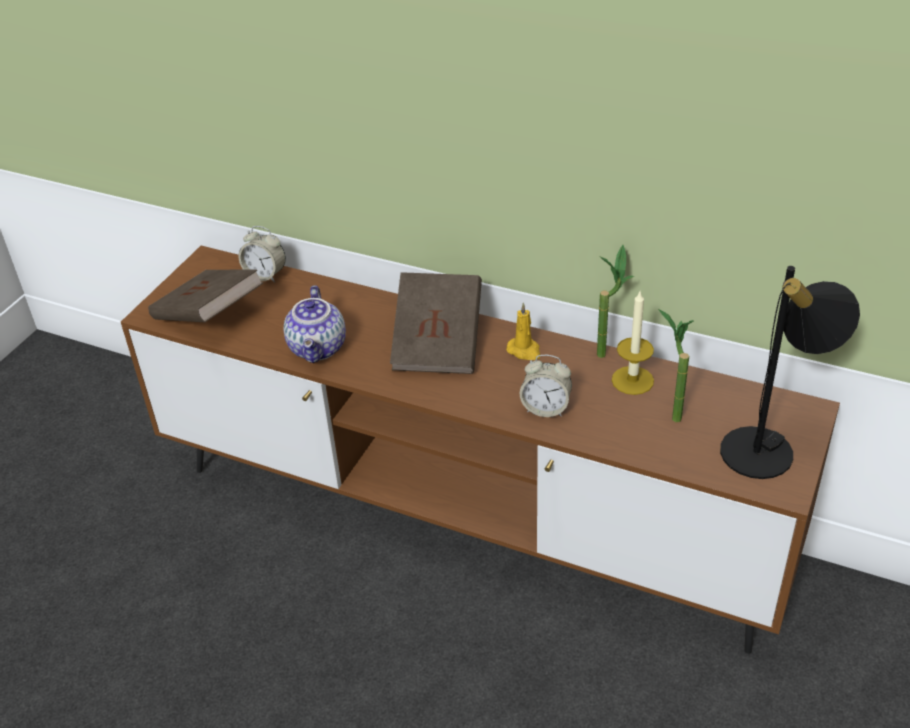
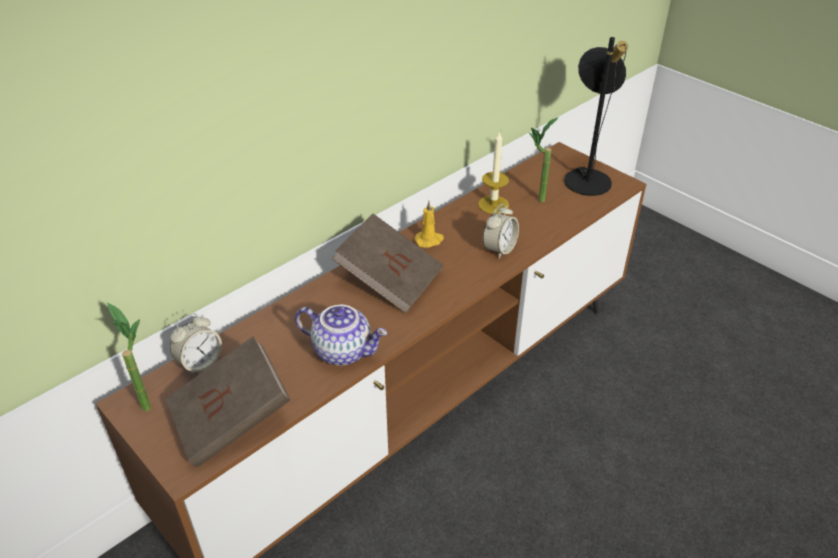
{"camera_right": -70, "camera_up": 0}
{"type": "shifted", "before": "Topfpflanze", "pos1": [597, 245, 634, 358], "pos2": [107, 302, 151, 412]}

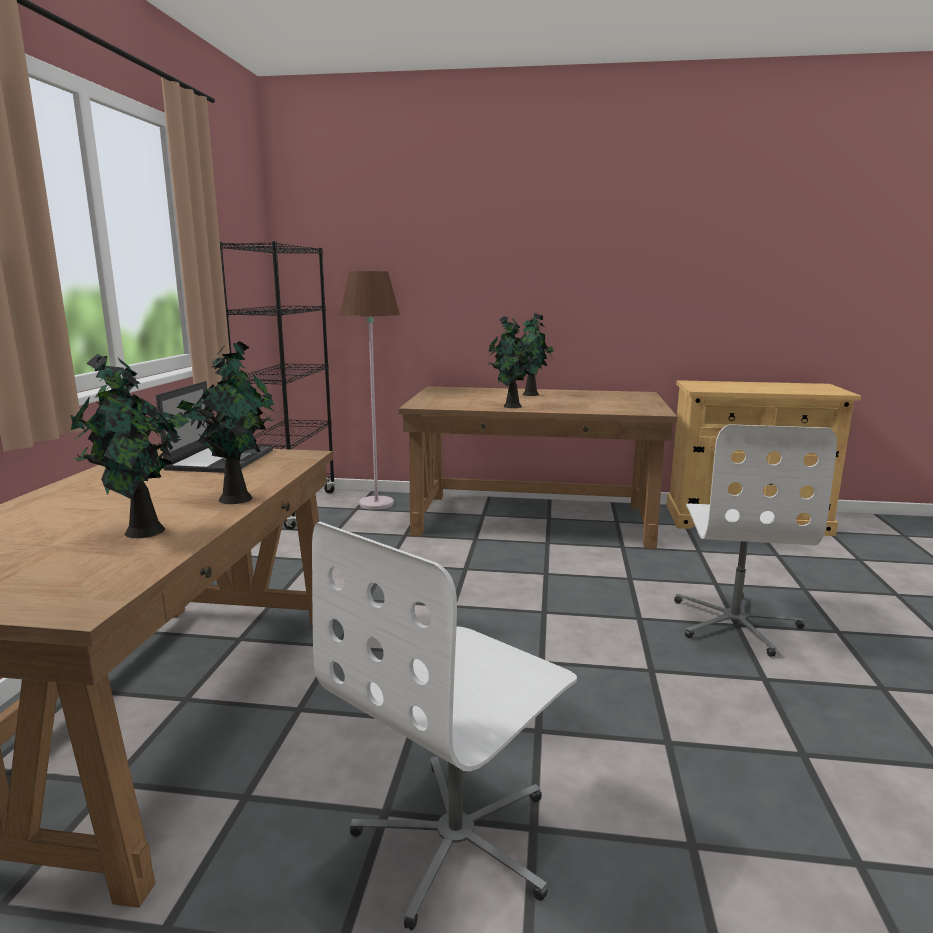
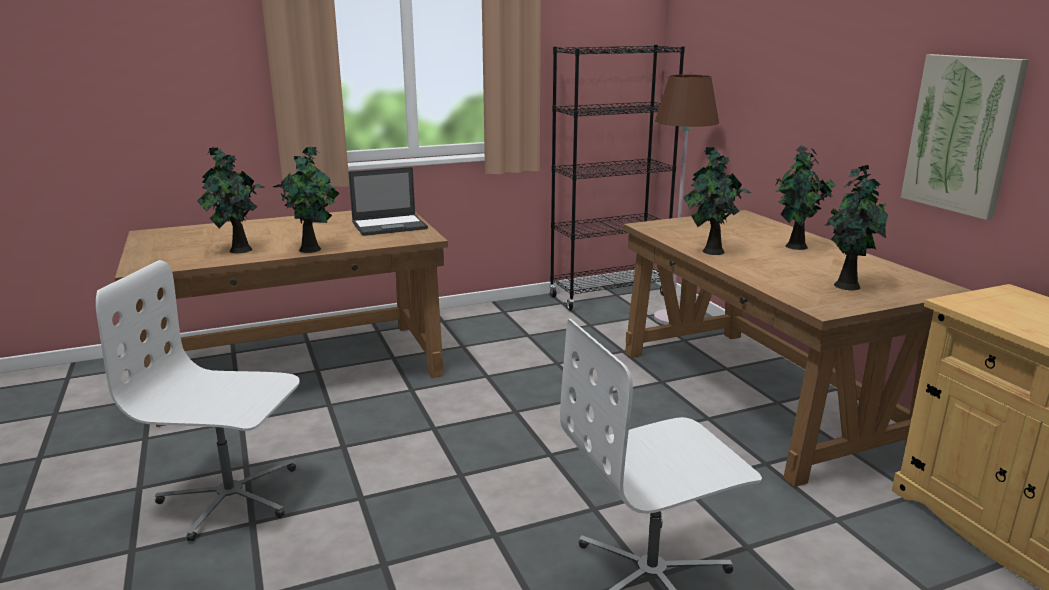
{"camera_right": 60, "camera_up": 5}
{"type": "new", "after": "Bild", "pos2": [901, 54, 1029, 220]}
{"type": "new", "after": "Topfpflanze", "pos2": [824, 165, 888, 290]}

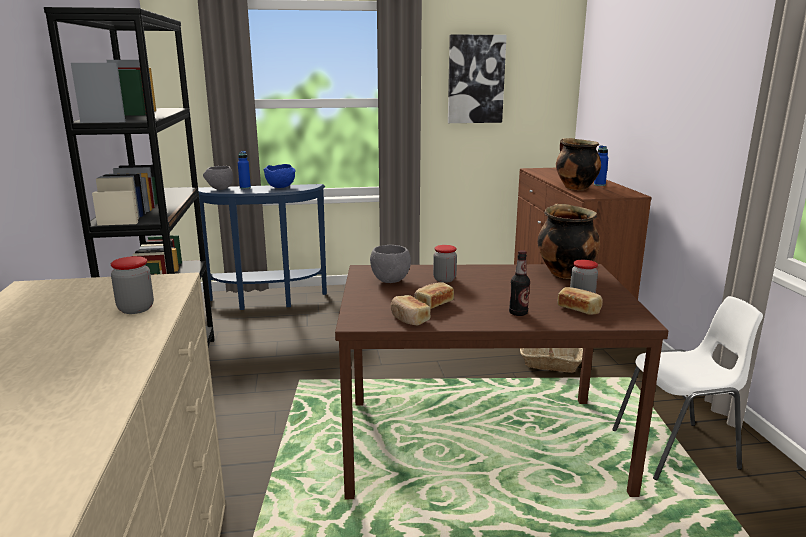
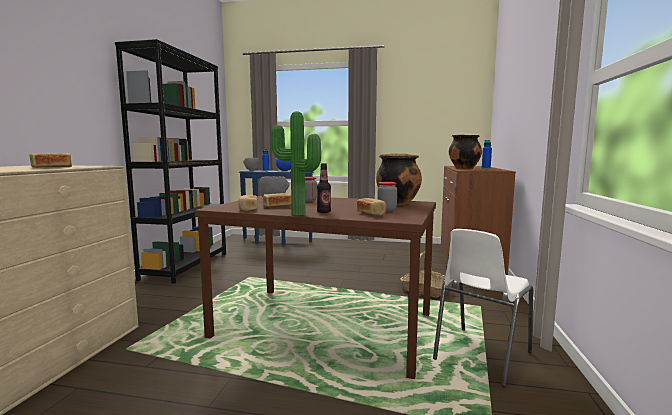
{"camera_right": 20, "camera_up": -10}
{"type": "gone", "before": "Bild", "pos1": [448, 34, 507, 123]}
{"type": "swapped", "before": "Vorratsglas", "after": "Brot", "pos1": [111, 256, 154, 314], "pos2": [29, 153, 72, 168]}
{"type": "rotated", "before": "Stuhl/weiß", "pos1": [612, 296, 763, 480], "pos2": [433, 229, 533, 387], "turn": 120}
{"type": "new", "after": "Topfpflanze", "pos2": [272, 111, 321, 215]}

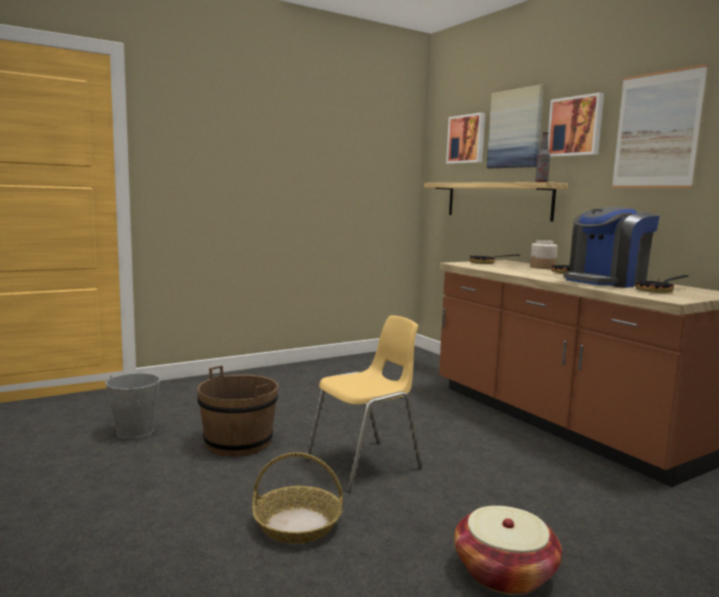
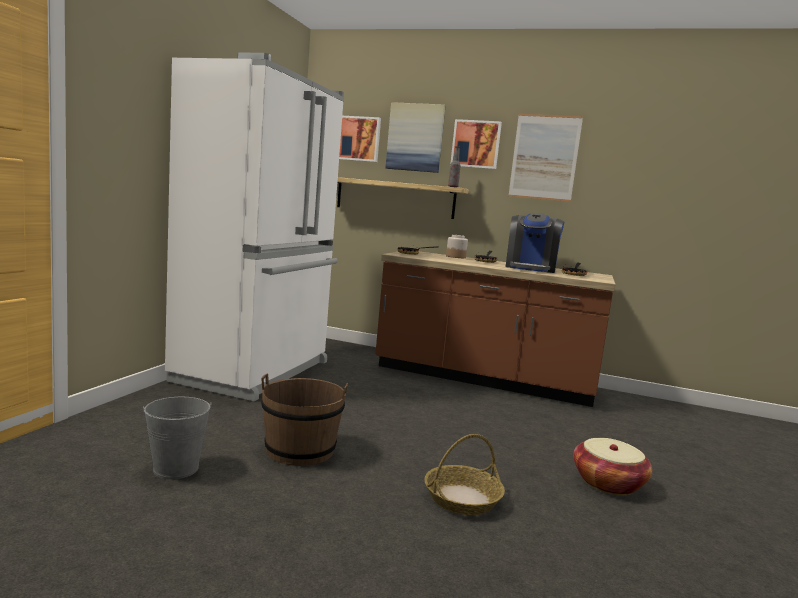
{"camera_right": -40, "camera_up": 0}
{"type": "gone", "before": "Stuhl/gelb", "pos1": [305, 316, 422, 493]}
{"type": "new", "after": "Kühlschrank/weiß", "pos2": [165, 52, 344, 401]}

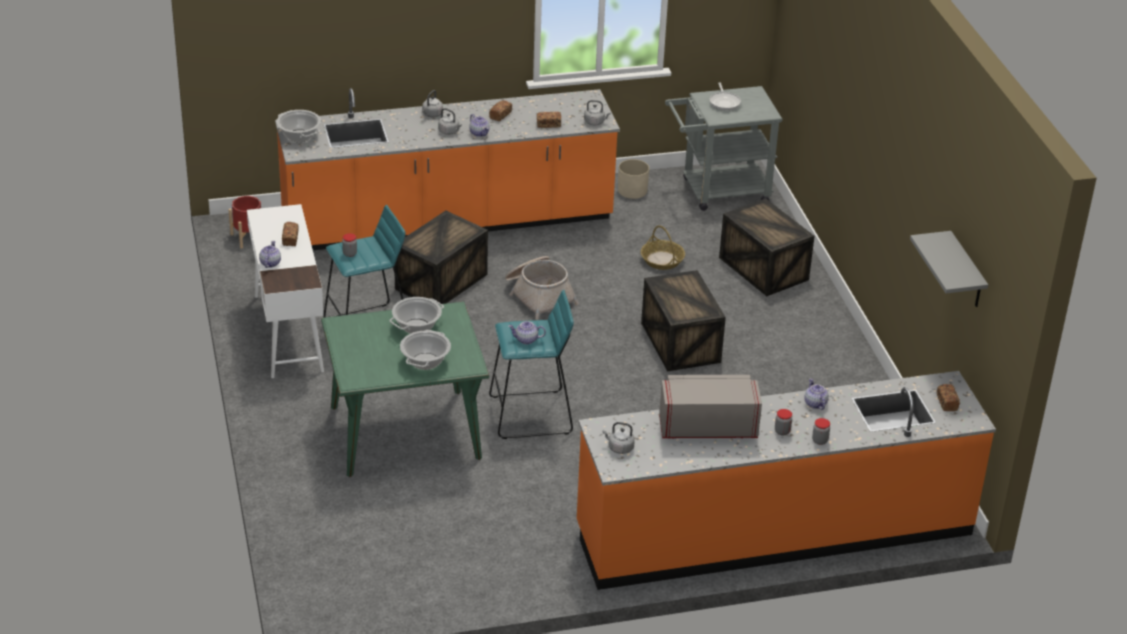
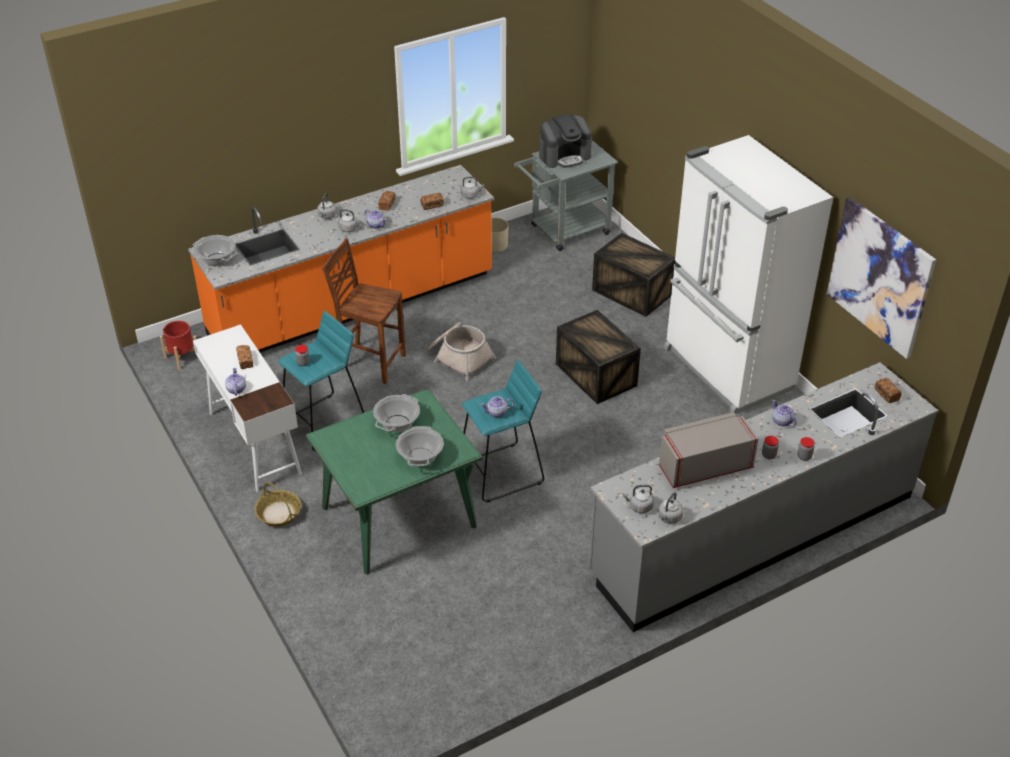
{"camera_right": -15, "camera_up": 5}
{"type": "swapped", "before": "Pfanne", "after": "Kaffeemaschine", "pos1": [709, 83, 741, 111], "pos2": [539, 115, 592, 168]}
{"type": "swapped", "before": "Kiste", "after": "Stuhl/braun", "pos1": [395, 211, 488, 304], "pos2": [322, 238, 406, 384]}
{"type": "shifted", "before": "Korb", "pos1": [641, 225, 685, 270], "pos2": [255, 482, 301, 526]}
{"type": "swapped", "before": "Wandregal/grau", "after": "Bild", "pos1": [910, 231, 988, 307], "pos2": [827, 197, 936, 359]}
{"type": "repainted", "before": "Küchenzeile/orange", "after": "Küchenzeile/grau", "pos1": [577, 371, 996, 590], "pos2": [590, 362, 938, 632]}
{"type": "new", "after": "Kühlschrank/weiß", "pos2": [664, 135, 833, 414]}
{"type": "new", "after": "Wasserkessel/grau", "pos2": [658, 492, 683, 524]}

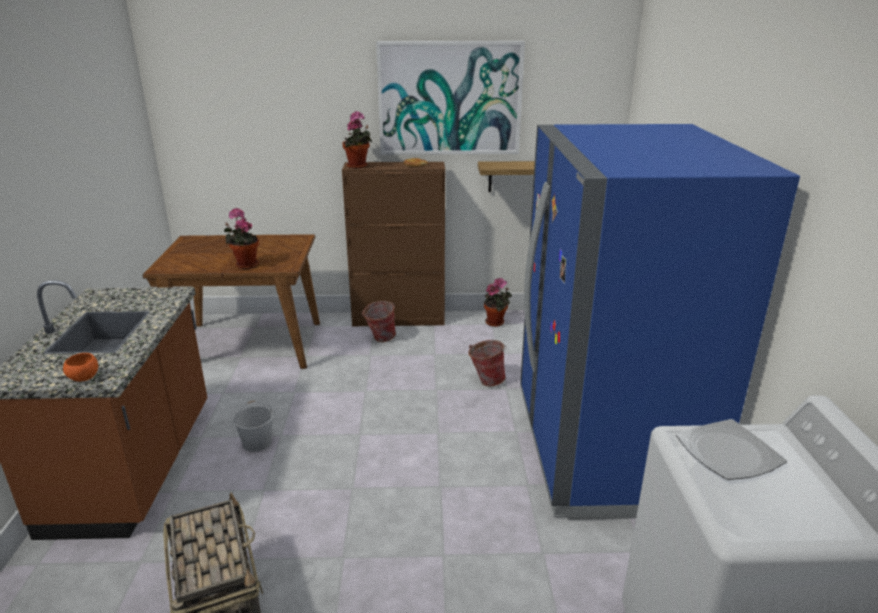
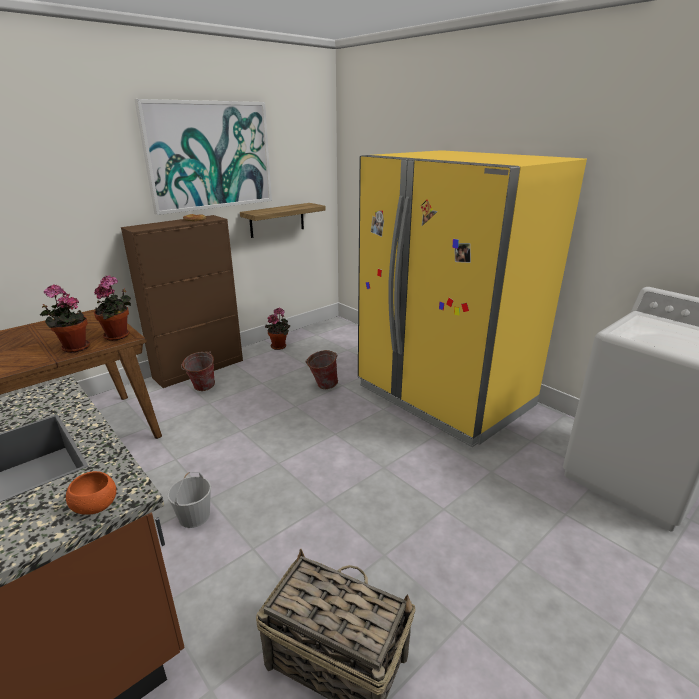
{"camera_right": -40, "camera_up": 0}
{"type": "shifted", "before": "Topfpflanze", "pos1": [343, 111, 372, 169], "pos2": [94, 275, 131, 341]}
{"type": "repainted", "before": "Kühlschrank/blau", "after": "Kühlschrank/gelb", "pos1": [520, 124, 800, 520], "pos2": [358, 150, 587, 447]}
{"type": "gone", "before": "Teller", "pos1": [676, 419, 787, 480]}

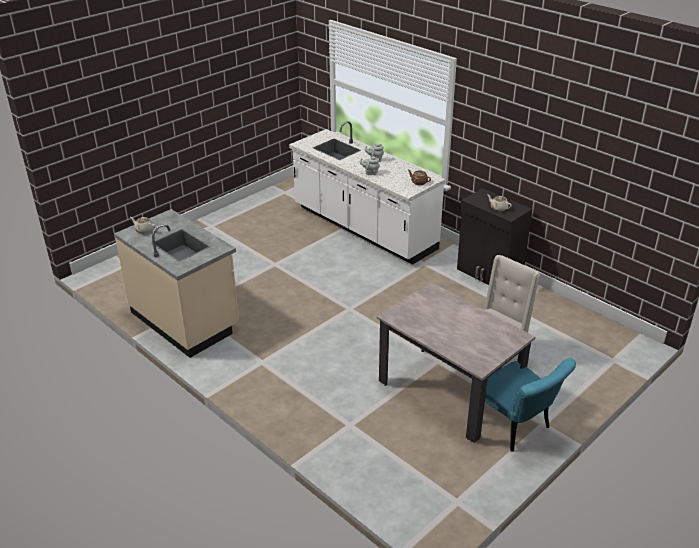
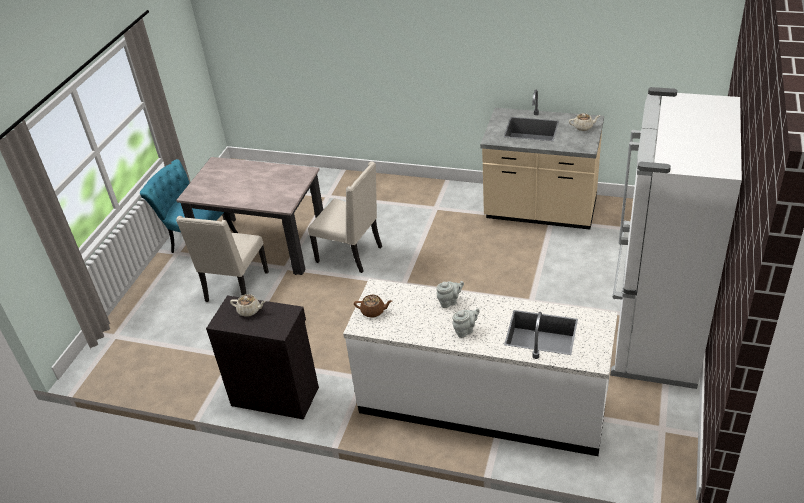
{"camera_right": 155, "camera_up": 5}
{"type": "new", "after": "Kühlschrank/weiß", "pos2": [610, 87, 742, 389]}
{"type": "new", "after": "Stuhl/beige", "pos2": [308, 161, 382, 273]}

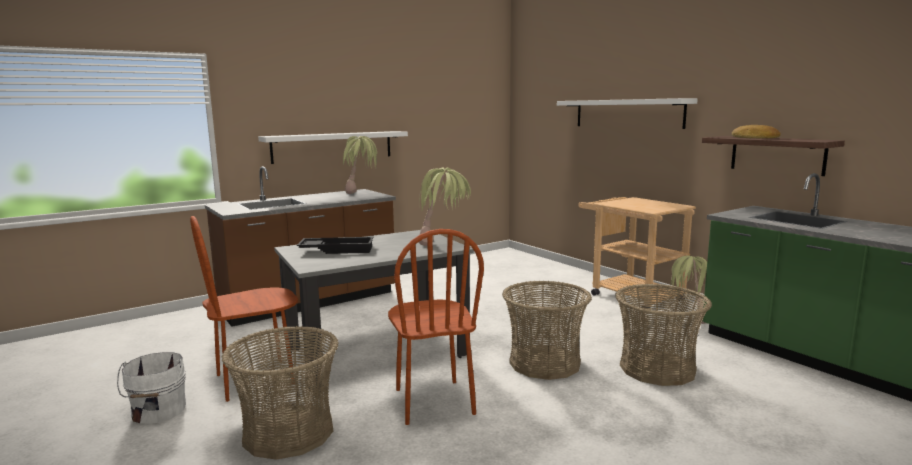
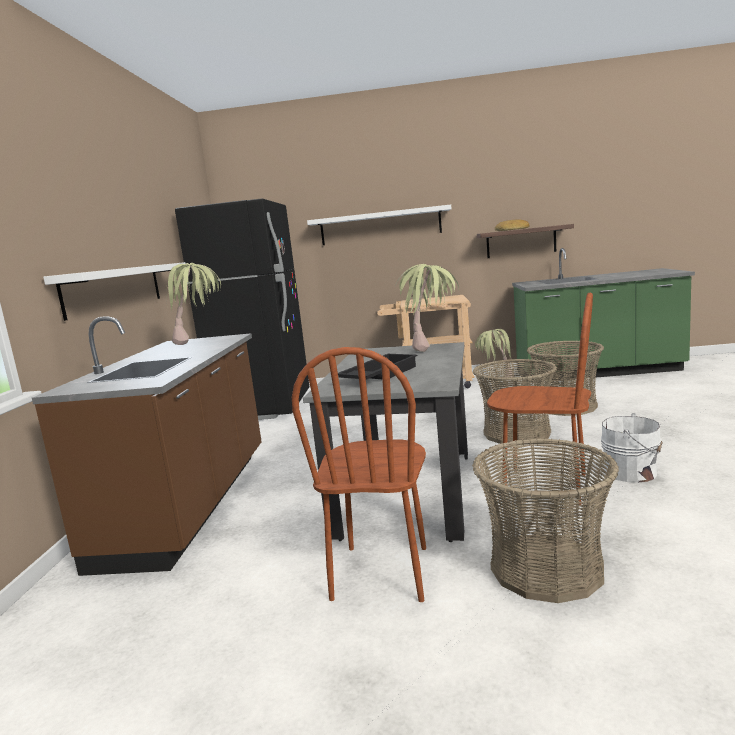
{"camera_right": -50, "camera_up": 0}
{"type": "shifted", "before": "Eimer/weiß", "pos1": [117, 352, 186, 424], "pos2": [601, 413, 663, 482]}
{"type": "new", "after": "Kühlschrank/schwarz", "pos2": [175, 198, 309, 420]}

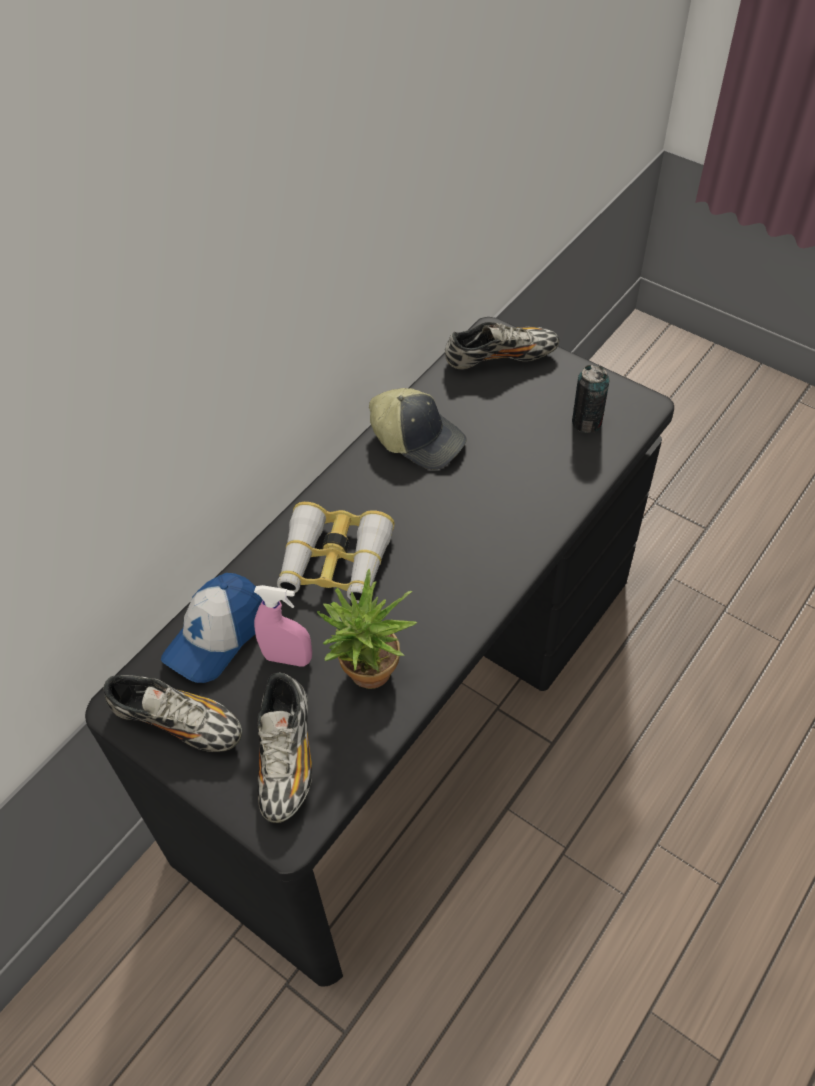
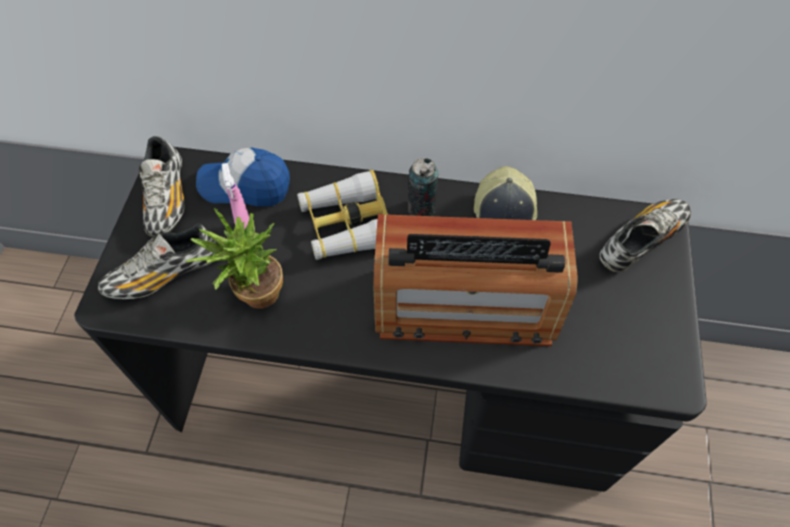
{"camera_right": 60, "camera_up": 5}
{"type": "rotated", "before": "Schuh", "pos1": [445, 322, 559, 369], "pos2": [599, 199, 691, 272], "turn": -90}
{"type": "shifted", "before": "Dose", "pos1": [572, 364, 609, 433], "pos2": [408, 158, 438, 216]}
{"type": "new", "after": "Radio", "pos2": [373, 214, 577, 346]}

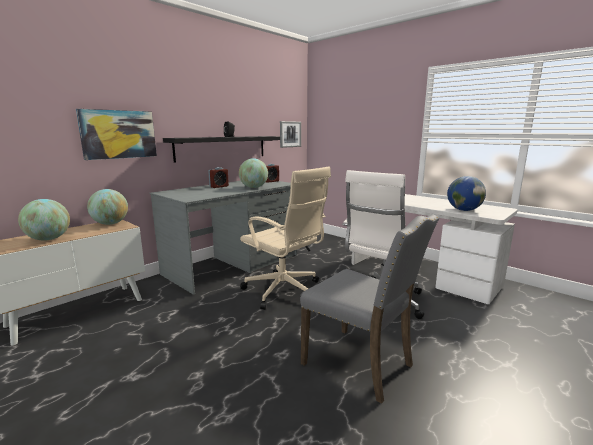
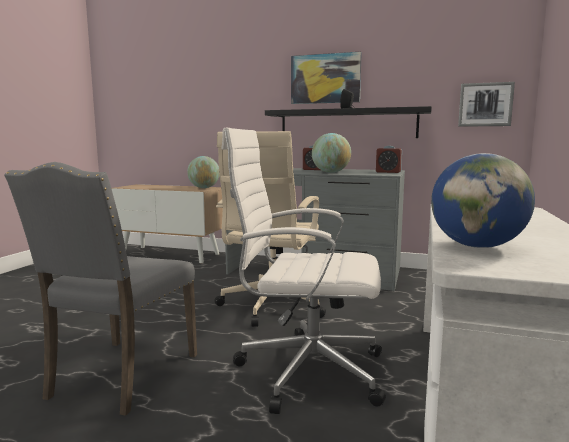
{"camera_right": 65, "camera_up": -5}
{"type": "shifted", "before": "Bild", "pos1": [76, 109, 157, 160], "pos2": [291, 51, 362, 104]}
{"type": "gone", "before": "Globus", "pos1": [18, 199, 70, 241]}

